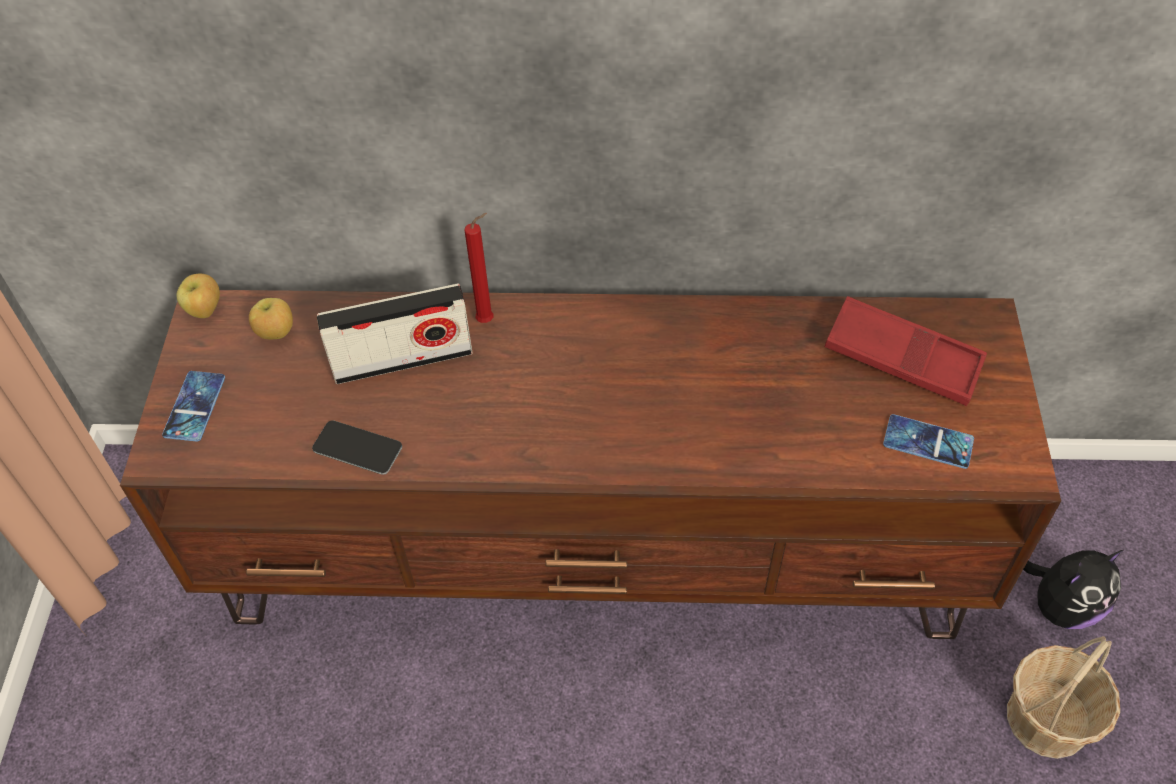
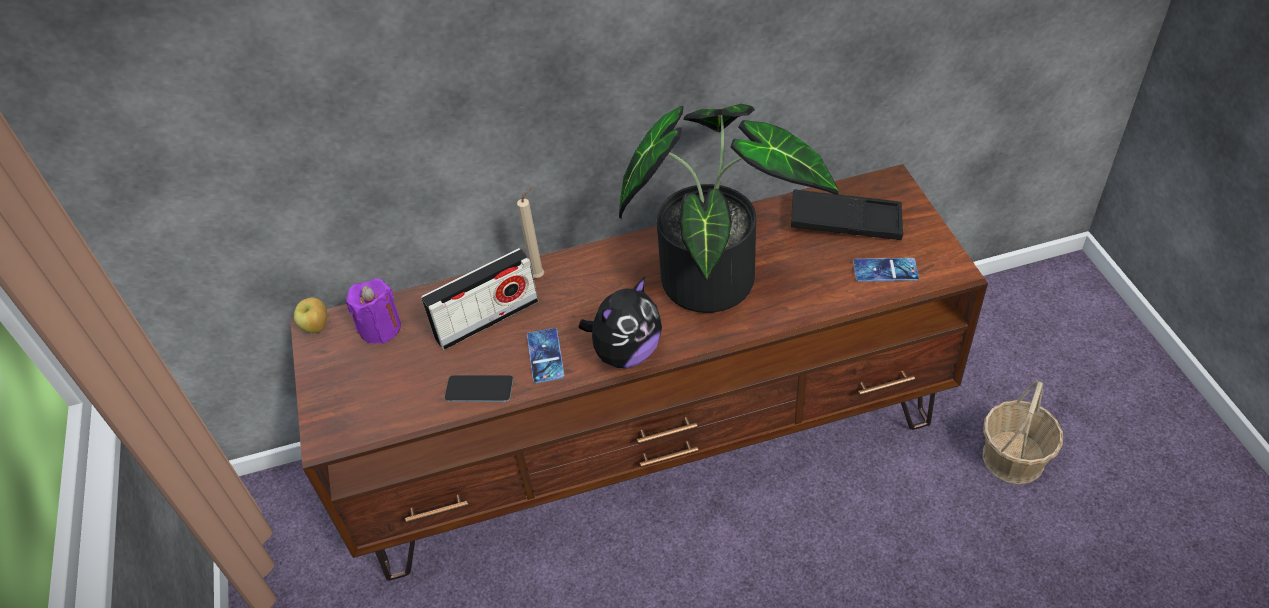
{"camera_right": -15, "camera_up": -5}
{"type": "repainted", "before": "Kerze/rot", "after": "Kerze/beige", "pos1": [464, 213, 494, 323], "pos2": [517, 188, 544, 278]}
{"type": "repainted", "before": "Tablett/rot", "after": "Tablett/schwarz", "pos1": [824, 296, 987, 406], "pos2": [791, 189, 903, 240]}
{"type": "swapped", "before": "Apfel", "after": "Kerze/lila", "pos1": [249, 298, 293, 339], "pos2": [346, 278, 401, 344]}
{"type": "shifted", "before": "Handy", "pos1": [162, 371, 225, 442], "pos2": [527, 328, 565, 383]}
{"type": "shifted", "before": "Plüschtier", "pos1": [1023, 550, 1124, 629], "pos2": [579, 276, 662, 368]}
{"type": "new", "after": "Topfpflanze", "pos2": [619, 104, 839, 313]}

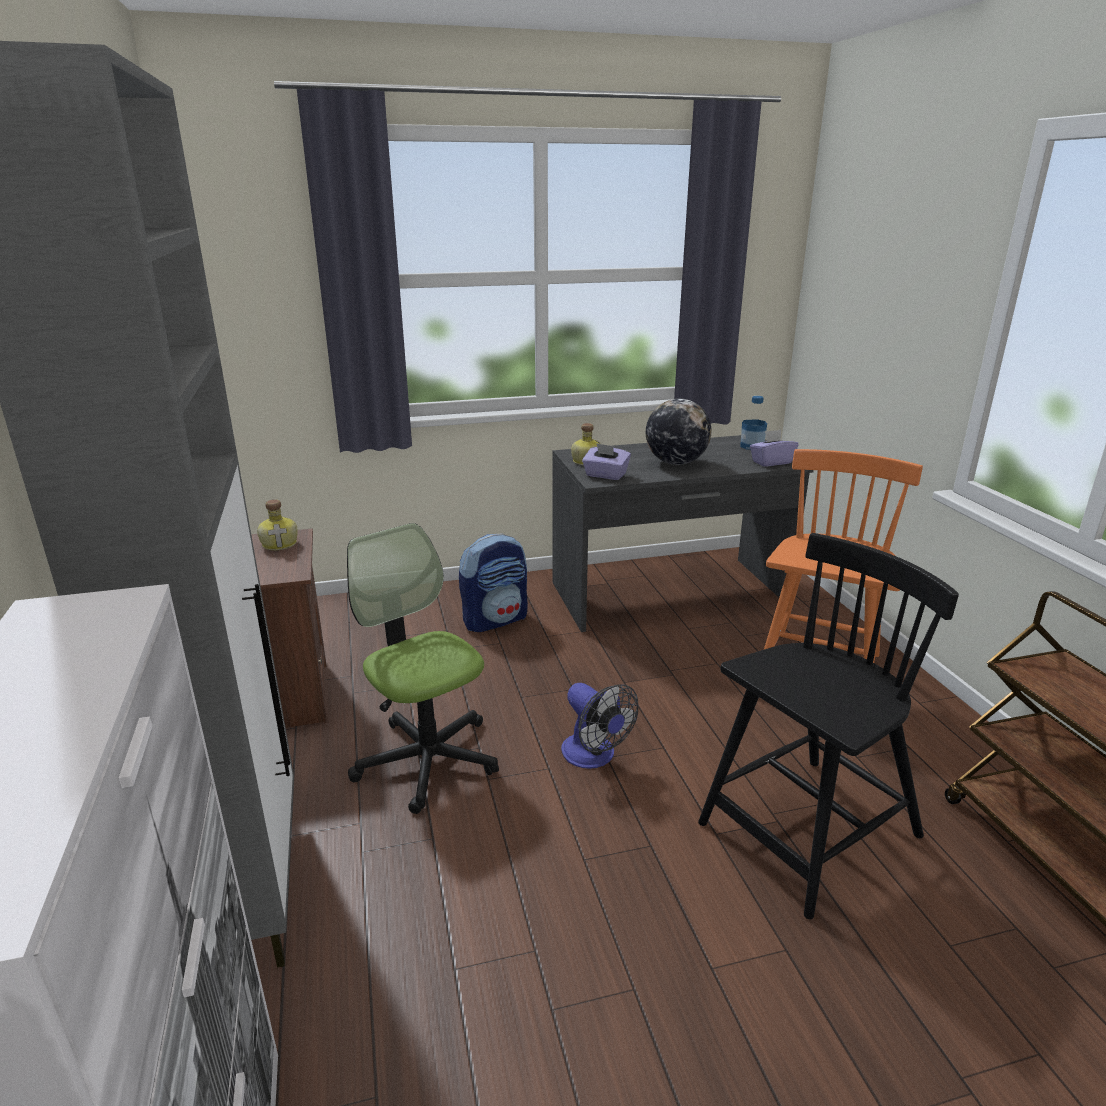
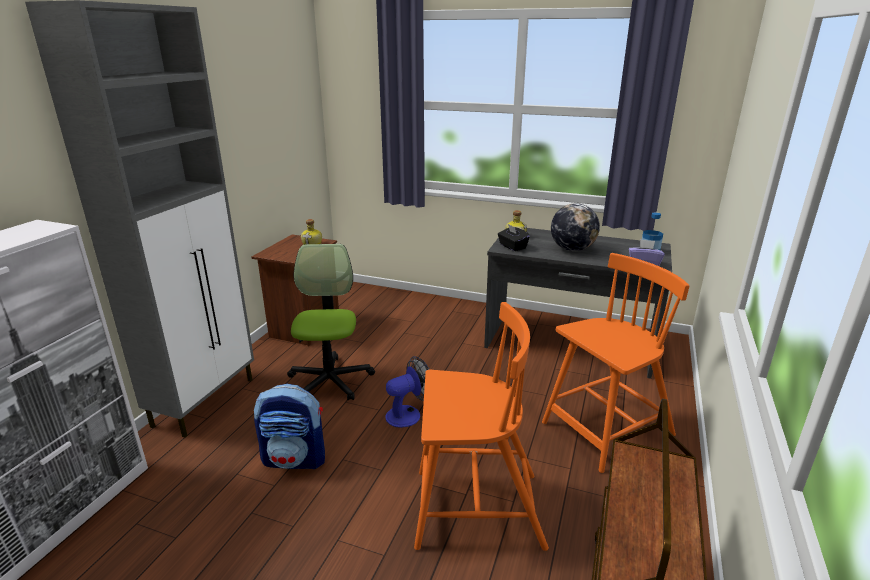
{"camera_right": 35, "camera_up": 0}
{"type": "repainted", "before": "Taschentuchbox/lila", "after": "Taschentuchbox/schwarz", "pos1": [582, 443, 631, 480], "pos2": [498, 224, 530, 251]}
{"type": "shifted", "before": "Rucksack", "pos1": [459, 533, 528, 632], "pos2": [254, 384, 325, 469]}
{"type": "repainted", "before": "Stuhl/schwarz", "after": "Stuhl/orange", "pos1": [698, 533, 959, 919], "pos2": [414, 302, 549, 551]}
{"type": "rotated", "before": "Ventilator", "pos1": [561, 683, 638, 769], "pos2": [385, 356, 430, 428], "turn": -120}

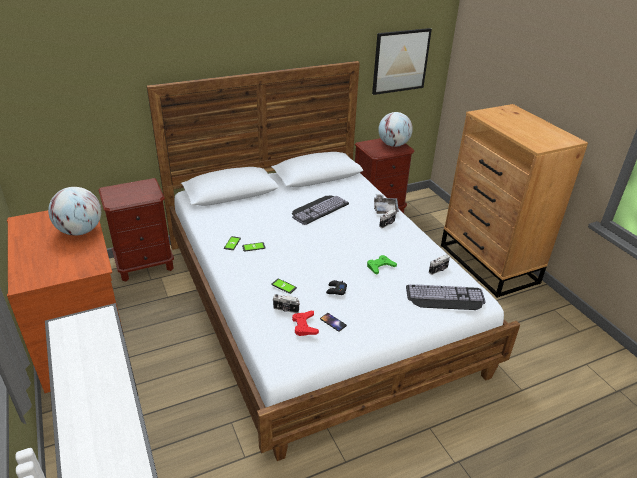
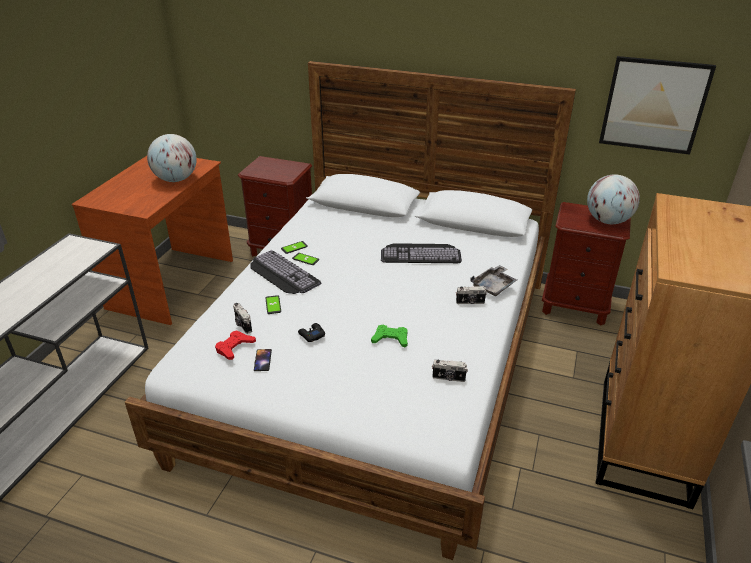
{"camera_right": 45, "camera_up": 0}
{"type": "shifted", "before": "Tastatur", "pos1": [406, 284, 486, 310], "pos2": [250, 250, 322, 294]}

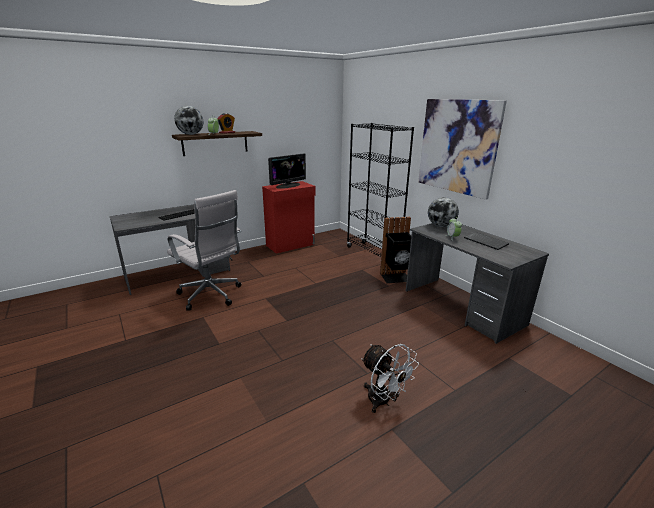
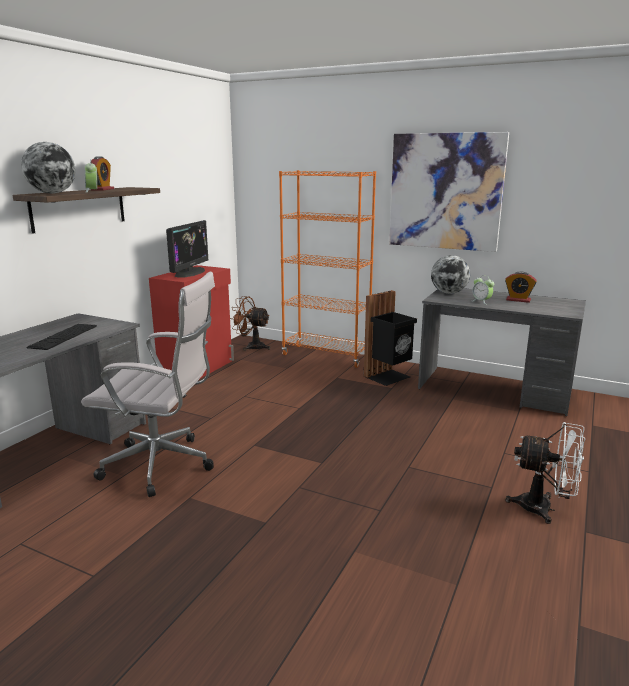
{"camera_right": -30, "camera_up": -5}
{"type": "repainted", "before": "Bücherregal/schwarz", "after": "Bücherregal/orange", "pos1": [347, 123, 414, 257], "pos2": [279, 170, 376, 368]}
{"type": "swapped", "before": "Tastatur", "after": "Wecker", "pos1": [464, 232, 509, 250], "pos2": [505, 272, 537, 303]}
{"type": "new", "after": "Ventilator/braun", "pos2": [230, 296, 270, 351]}

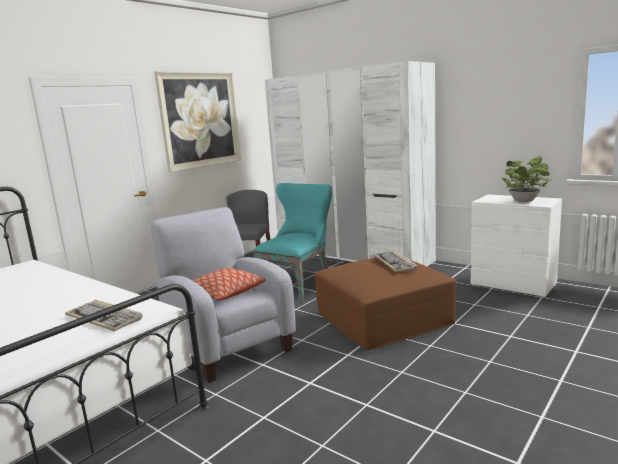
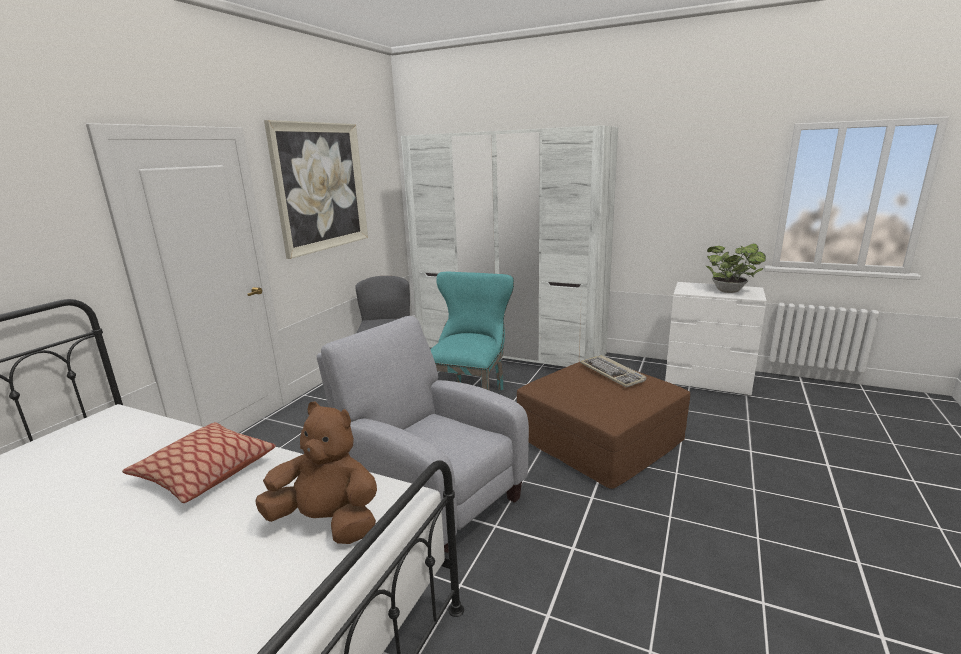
{"camera_right": -15, "camera_up": 5}
{"type": "shifted", "before": "Kissen", "pos1": [193, 268, 266, 300], "pos2": [122, 422, 276, 503]}
{"type": "swapped", "before": "Tastatur", "after": "Plüschtier/braun", "pos1": [65, 300, 142, 331], "pos2": [255, 401, 377, 544]}

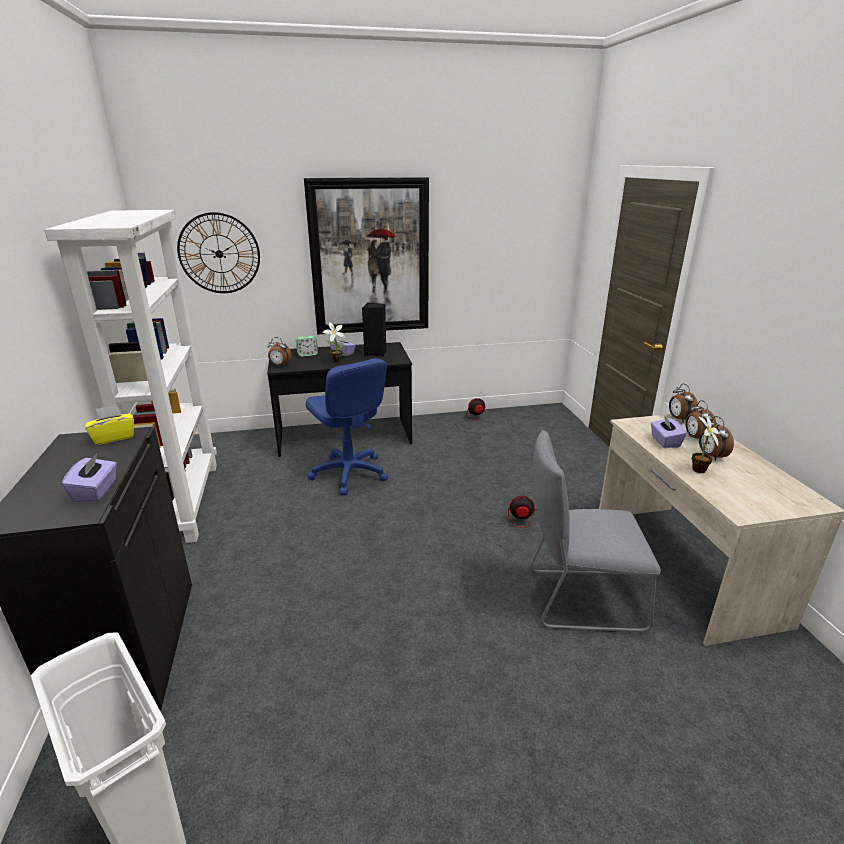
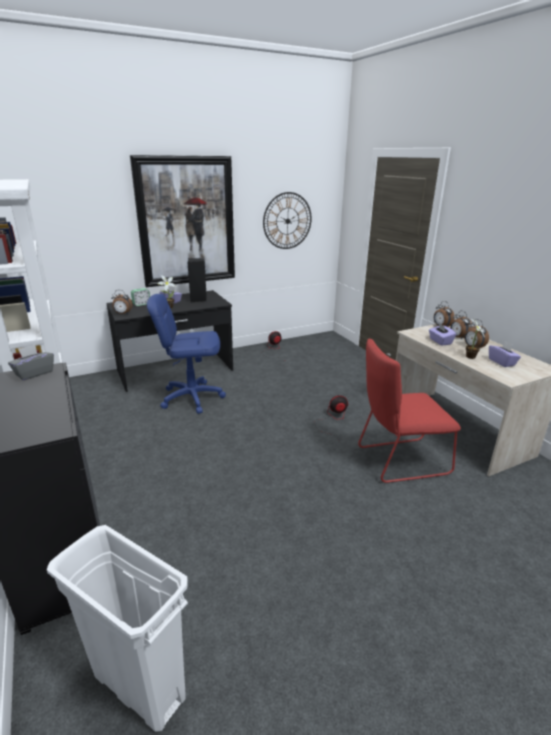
{"camera_right": -15, "camera_up": 0}
{"type": "shifted", "before": "Wanduhr", "pos1": [177, 212, 260, 293], "pos2": [263, 192, 312, 249]}
{"type": "rotated", "before": "Bürostuhl/blau", "pos1": [306, 358, 388, 495], "pos2": [147, 294, 226, 414], "turn": 135}
{"type": "repainted", "before": "Taschentuchbox/gelb", "after": "Taschentuchbox/grau", "pos1": [86, 405, 134, 445], "pos2": [8, 344, 54, 380]}
{"type": "repainted", "before": "Stuhl/grau", "after": "Stuhl/rot", "pos1": [530, 430, 661, 632], "pos2": [358, 339, 461, 483]}
{"type": "shifted", "before": "Taschentuchbox/lila", "pos1": [62, 454, 117, 503], "pos2": [489, 341, 521, 367]}

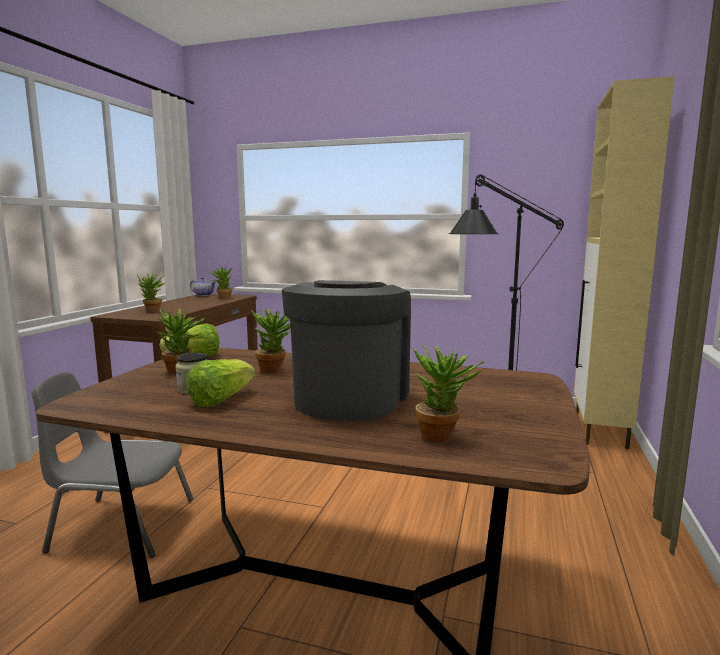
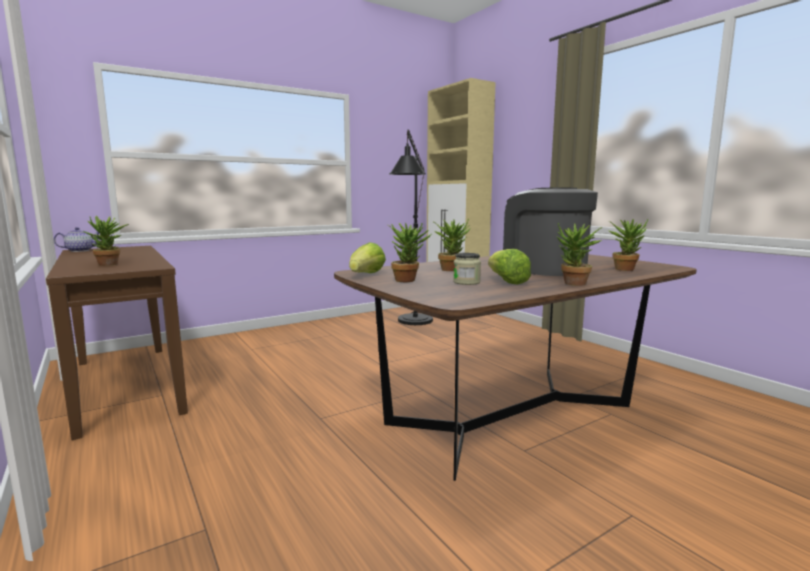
{"camera_right": -50, "camera_up": 0}
{"type": "shifted", "before": "Topfpflanze", "pos1": [208, 267, 232, 299], "pos2": [557, 223, 602, 286]}
{"type": "gone", "before": "Stuhl/grau", "pos1": [31, 372, 193, 558]}

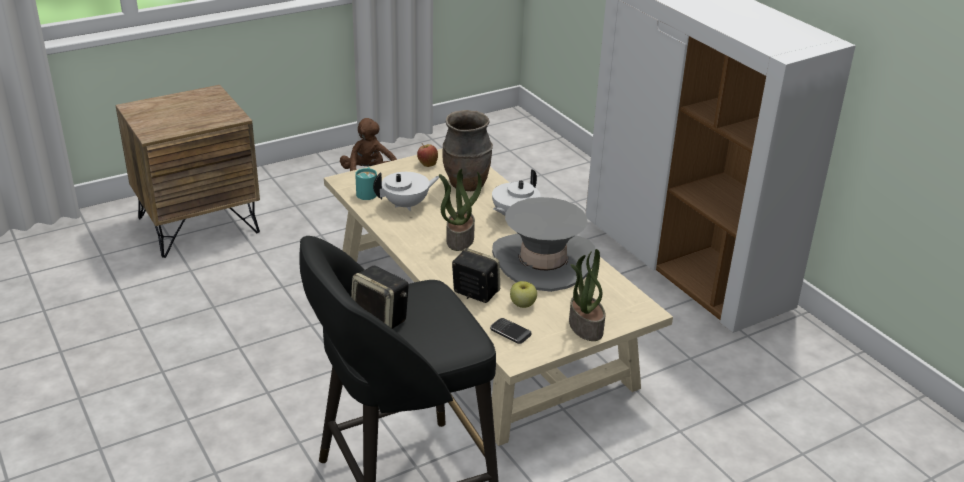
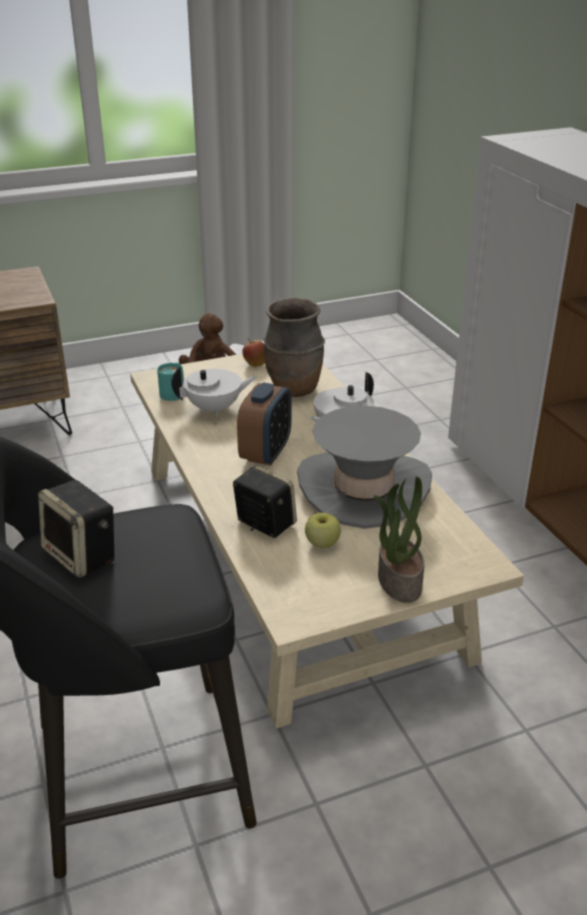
{"camera_right": 10, "camera_up": 0}
{"type": "swapped", "before": "Topfpflanze", "after": "Wecker", "pos1": [439, 169, 482, 251], "pos2": [237, 382, 291, 466]}
{"type": "gone", "before": "Handy", "pos1": [490, 318, 531, 344]}

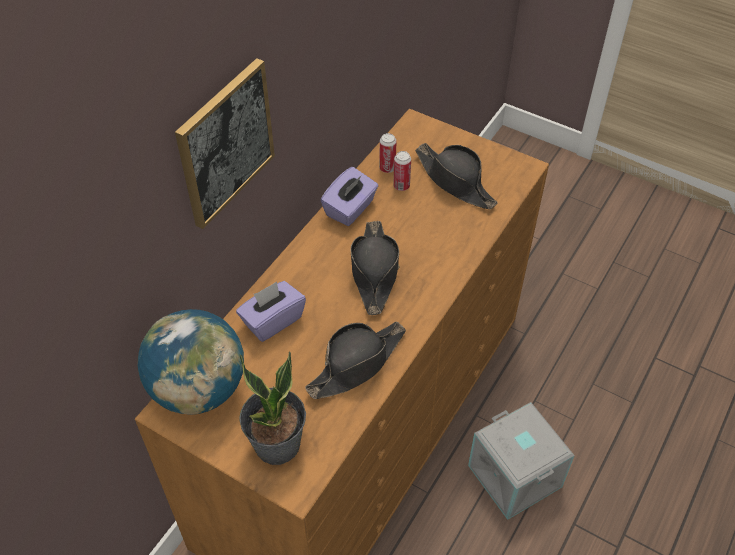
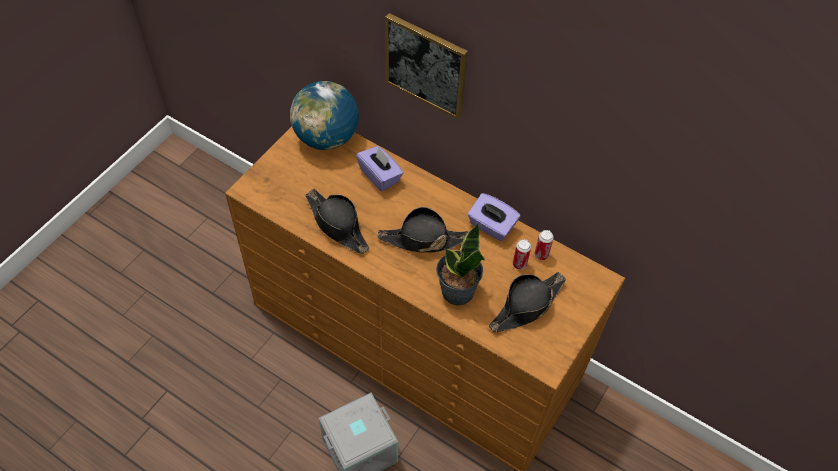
{"camera_right": 90, "camera_up": 5}
{"type": "shifted", "before": "Topfpflanze", "pos1": [239, 351, 306, 465], "pos2": [436, 223, 485, 306]}

